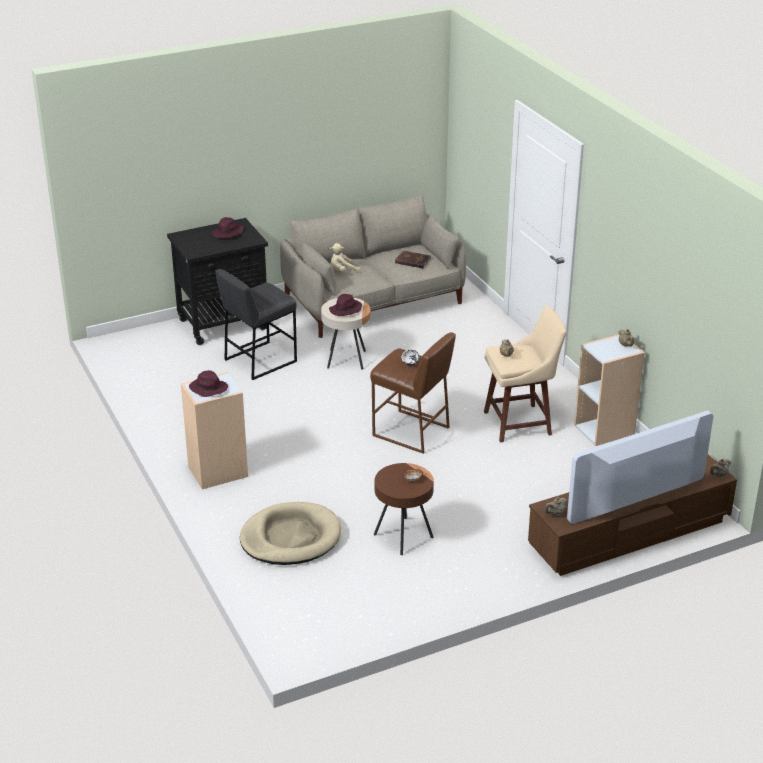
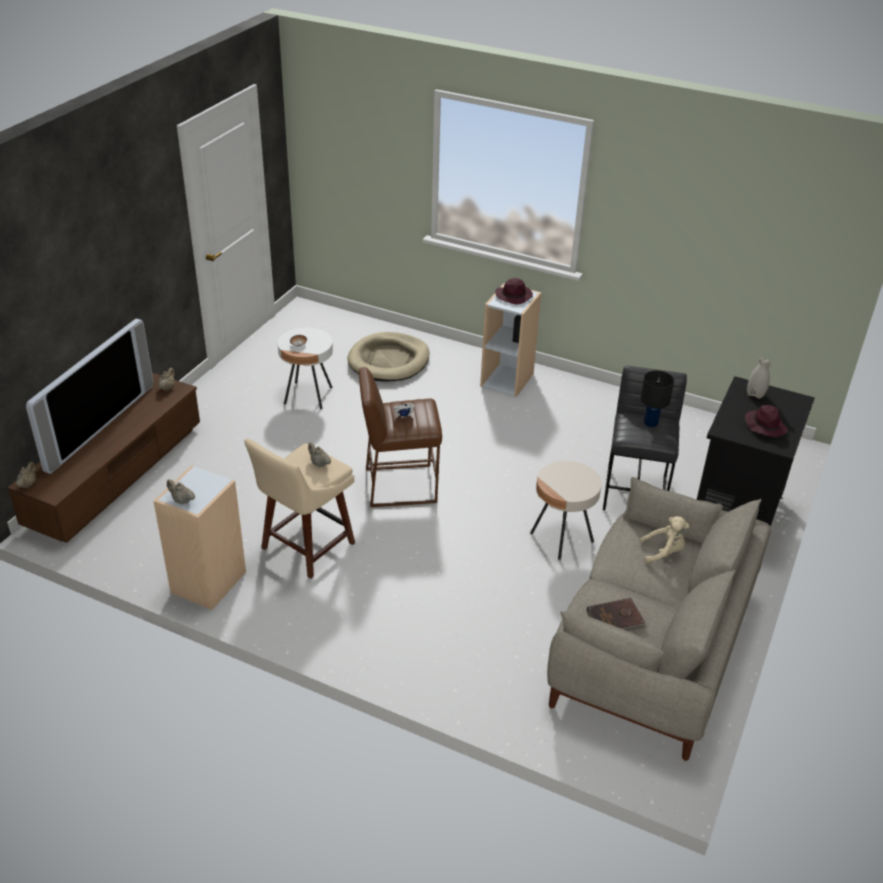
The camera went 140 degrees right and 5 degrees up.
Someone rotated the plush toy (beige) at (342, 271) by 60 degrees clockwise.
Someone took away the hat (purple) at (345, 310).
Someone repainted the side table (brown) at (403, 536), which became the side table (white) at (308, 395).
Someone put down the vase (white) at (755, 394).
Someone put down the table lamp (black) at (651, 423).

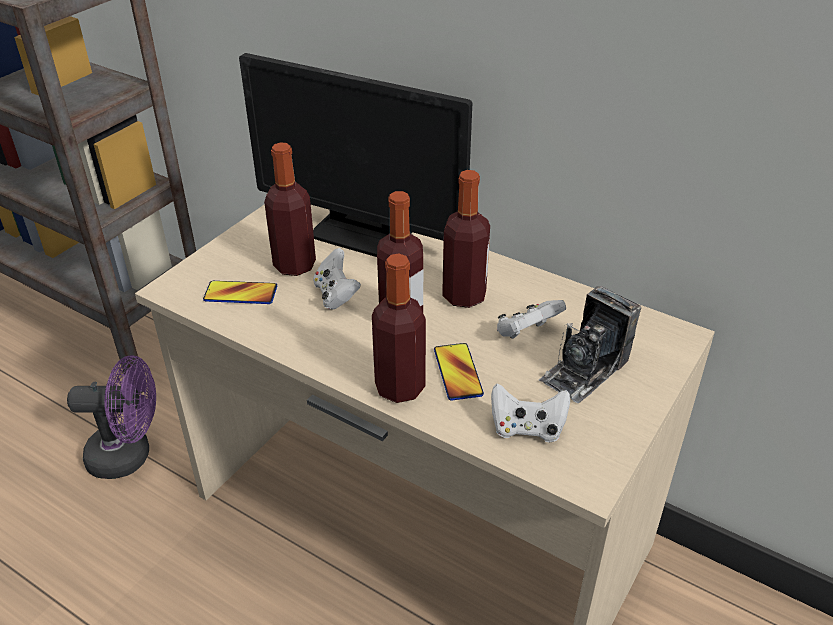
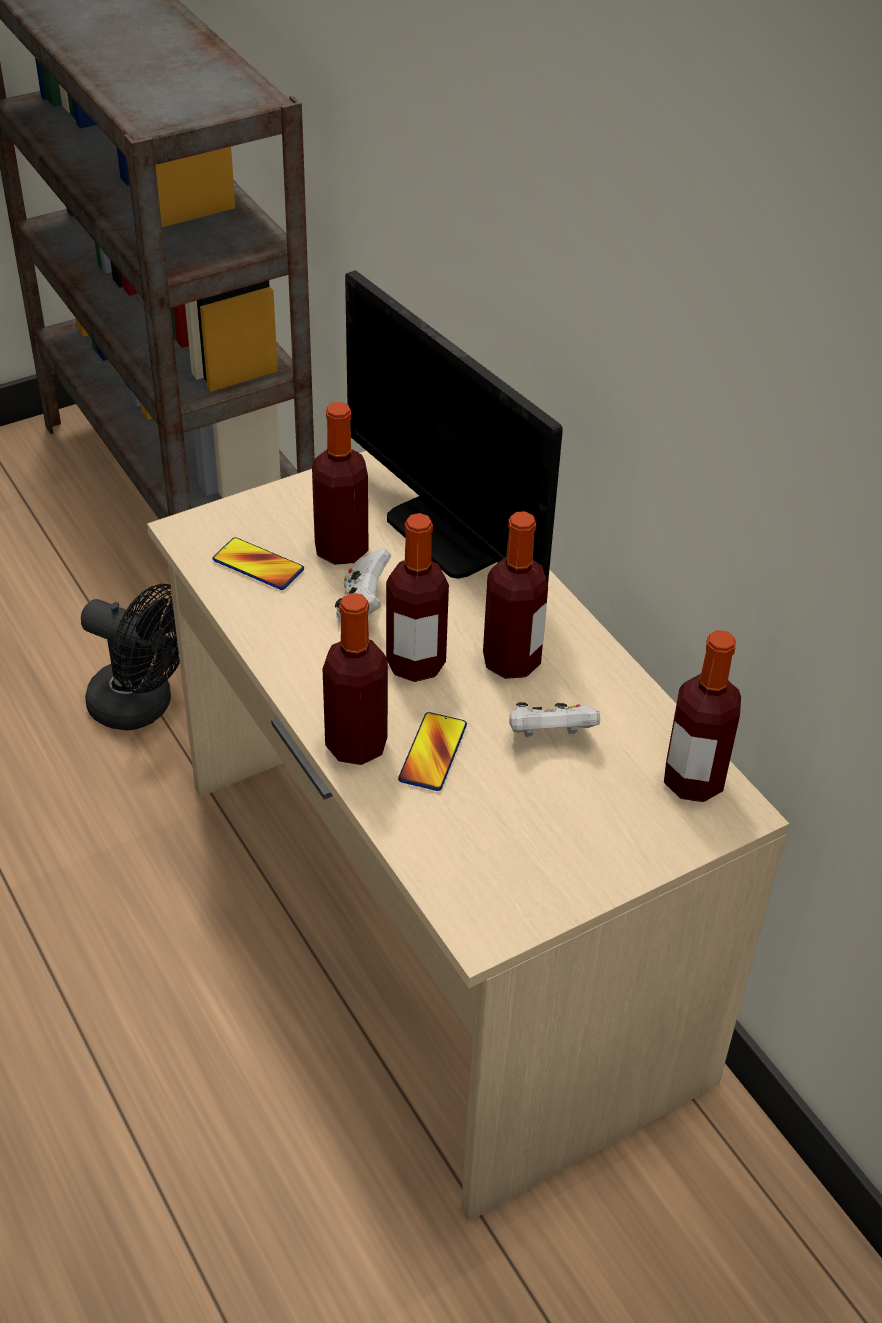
The camera went 25 degrees right and 5 degrees up.
Someone took away the photo camera at (585, 370).
Someone repainted the fan (purple) at (129, 455), which became the fan (black) at (142, 706).
Someone took away the game controller (white) at (527, 428).
Someone put down the bottle at (693, 781).

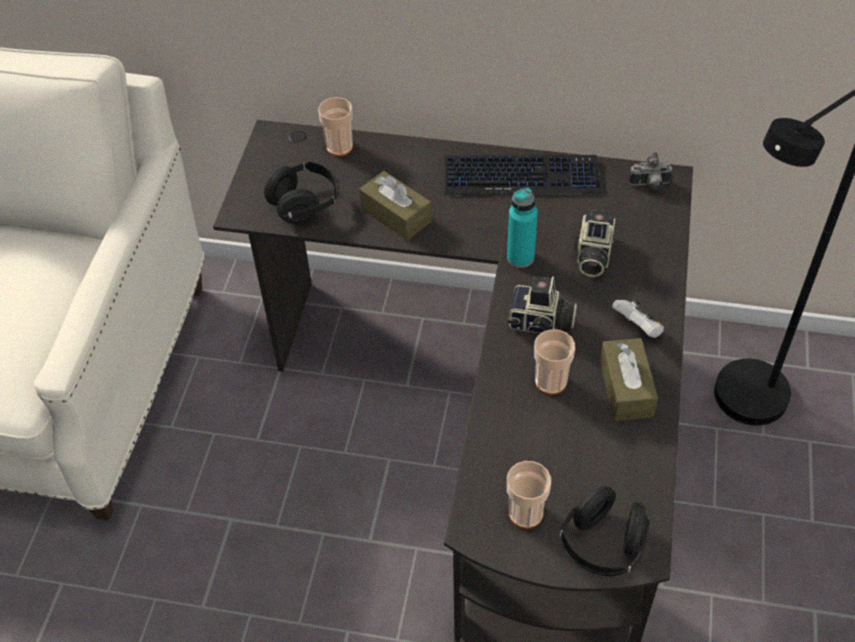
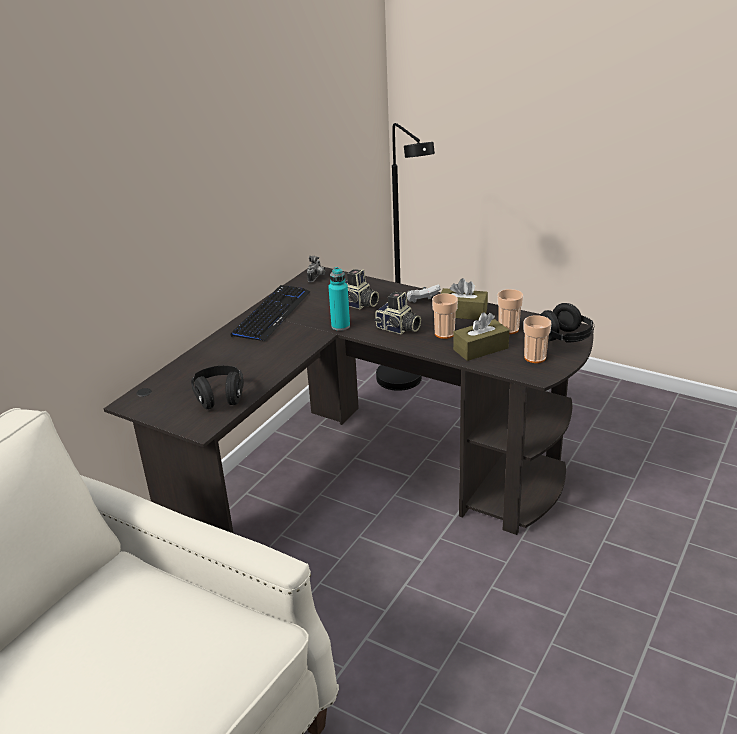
The camera went 70 degrees left and 20 degrees down.
Someone carried the cup from (339, 147) to (508, 329).
Someone carried the tissue box (brown) from (396, 215) to (480, 349).
Someone rotated the photo camera at (541, 323) by 90 degrees clockwise.

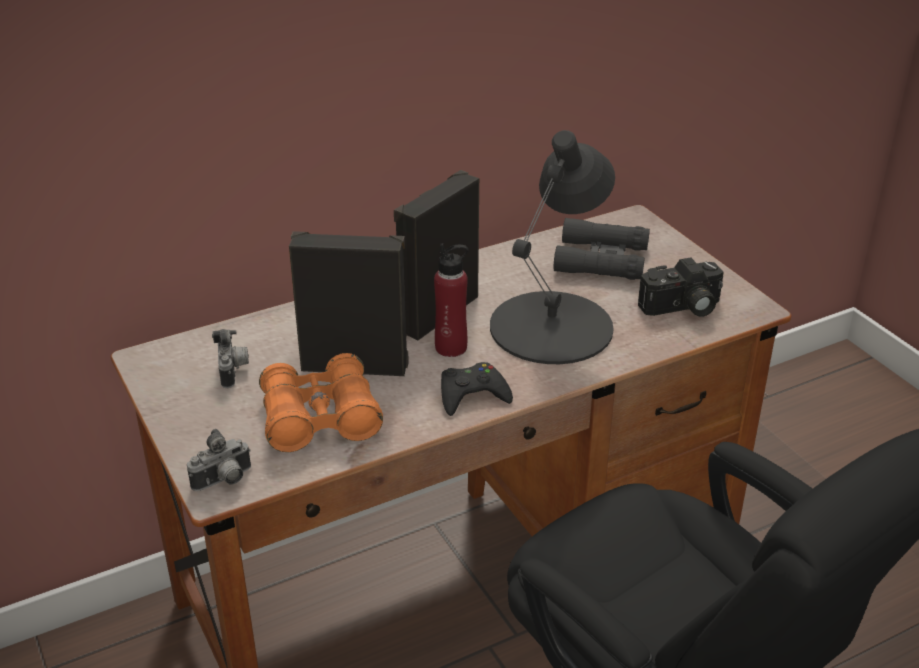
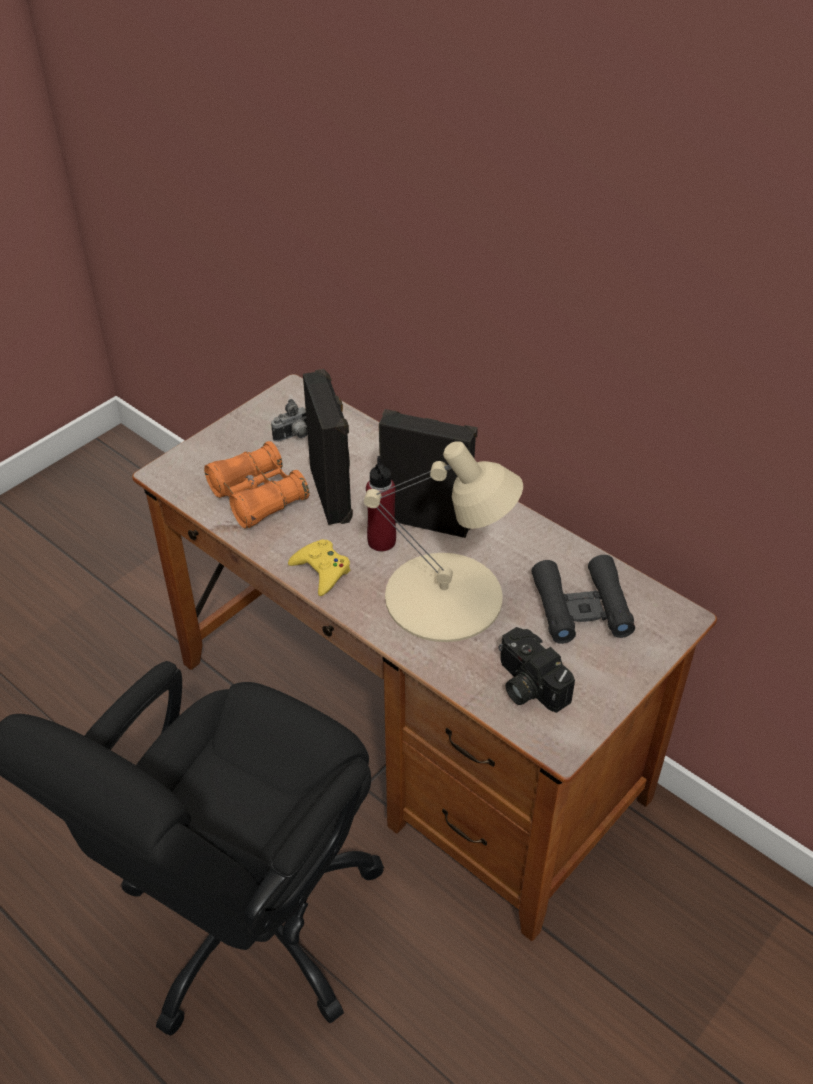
The camera went 70 degrees right and 10 degrees up.
Someone repainted the table lamp (black) at (553, 326), which became the table lamp (beige) at (445, 598).
Someone repainted the game controller (black) at (472, 395), which became the game controller (yellow) at (322, 570).
Someone took away the photo camera at (224, 481).

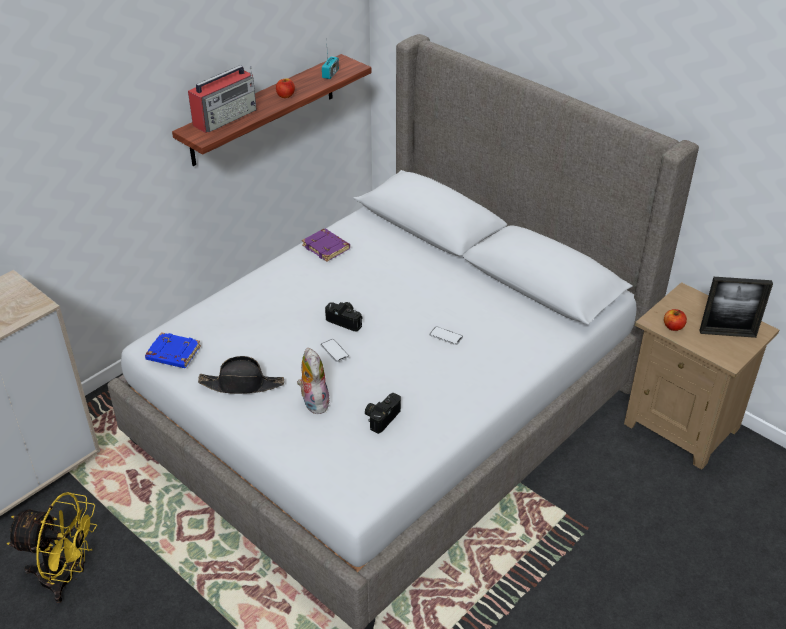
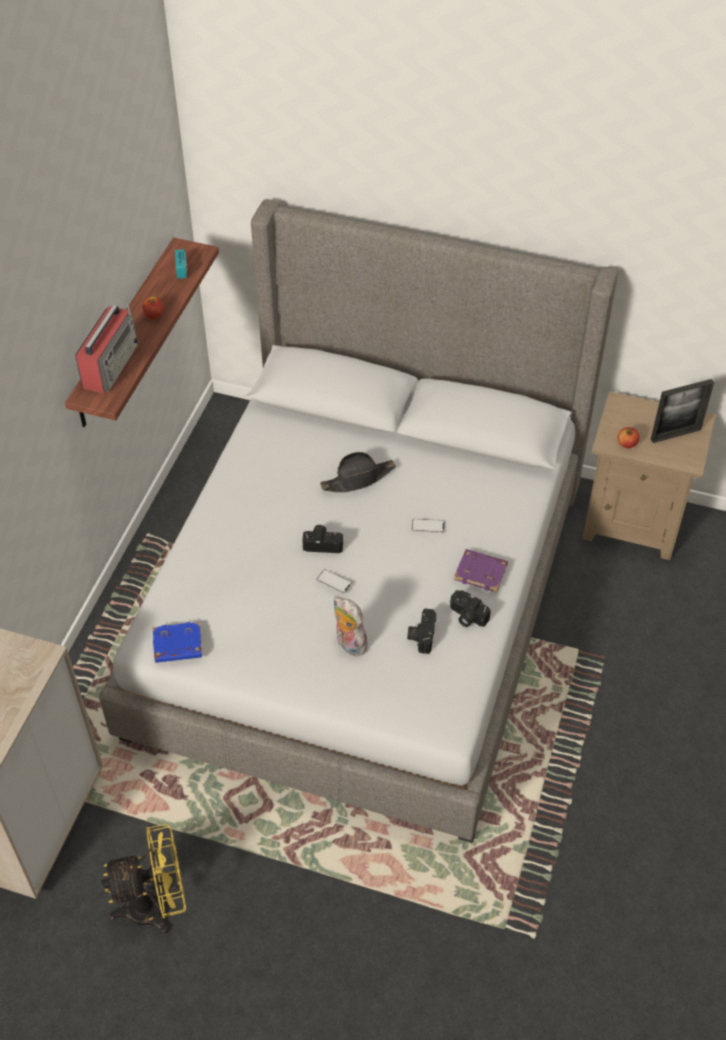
The camera went 25 degrees left and 10 degrees up.
Someone carried the book (purple) from (327, 247) to (481, 573).
Someone carried the hat (black) from (242, 384) to (358, 479).
Someone put down the photo camera at (466, 616).

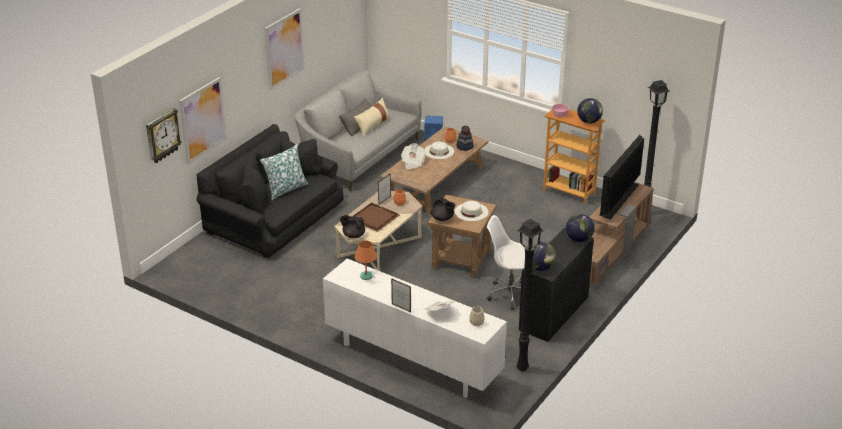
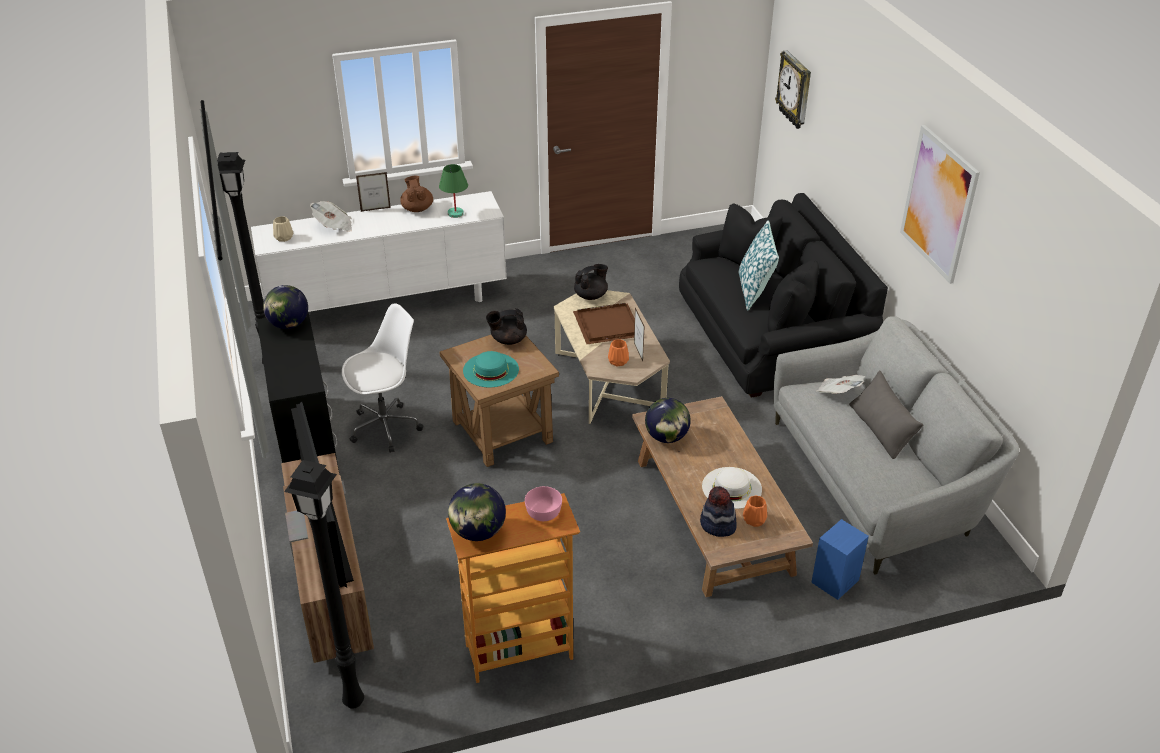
The camera went 130 degrees right and 5 degrees up.
Someone took away the picture at (202, 120).
Someone took away the pillow (beige) at (373, 125).
Someone carried the newspaper from (412, 162) to (838, 393).
Someone repainted the hat (white) at (471, 212), which became the hat (turquoise) at (491, 370).
Someone carried the globe from (579, 239) to (666, 437).
Someone repainted the table lamp (orange) at (366, 276), which became the table lamp (green) at (455, 213).
Someone put down the teapot (brown) at (417, 208).

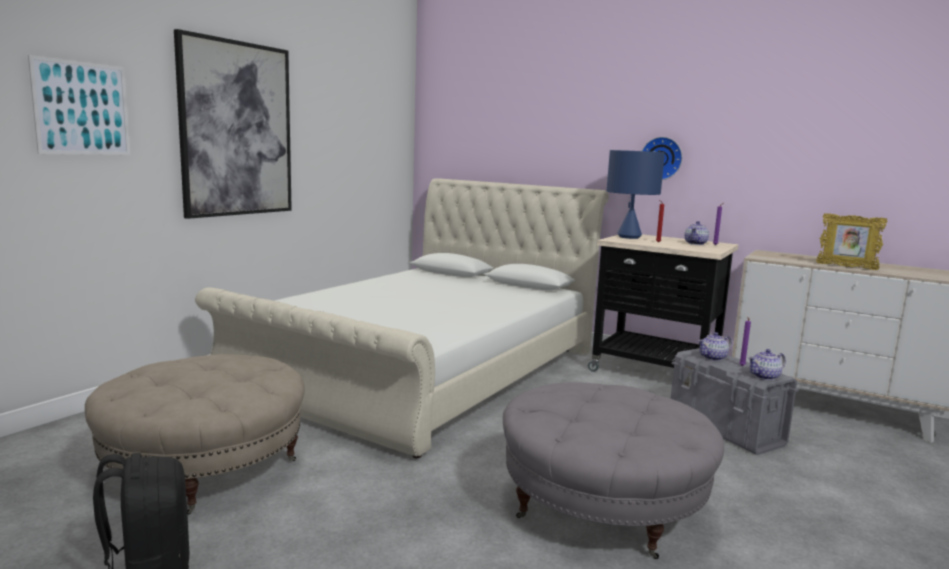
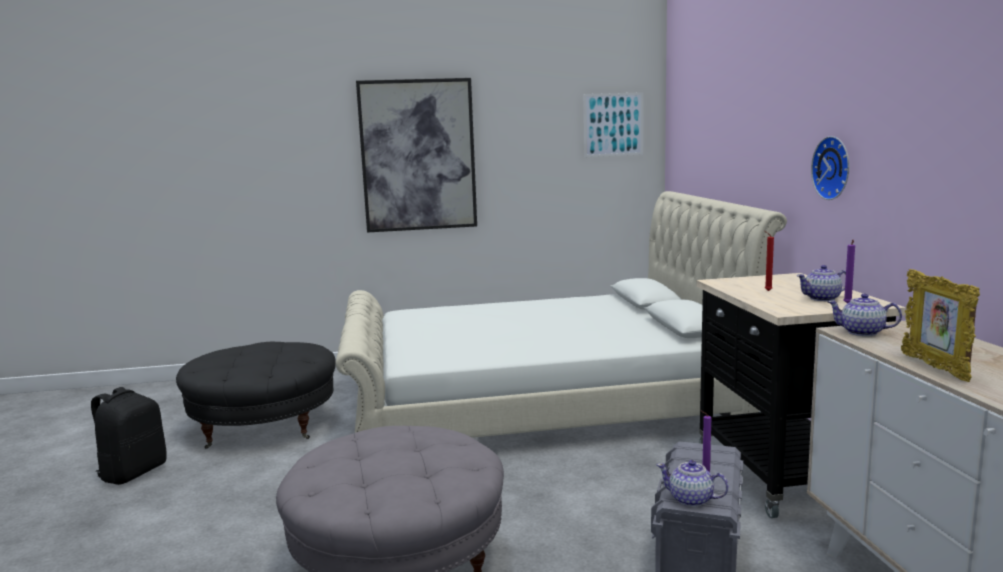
The camera went 50 degrees right and 0 degrees up.
Someone carried the picture from (82, 108) to (613, 124).
Someone took away the table lamp (blue) at (629, 237).
Someone carried the teapot from (713, 358) to (862, 332).
Someone repainted the ottoman (beige) at (205, 467), which became the ottoman (black) at (264, 425).

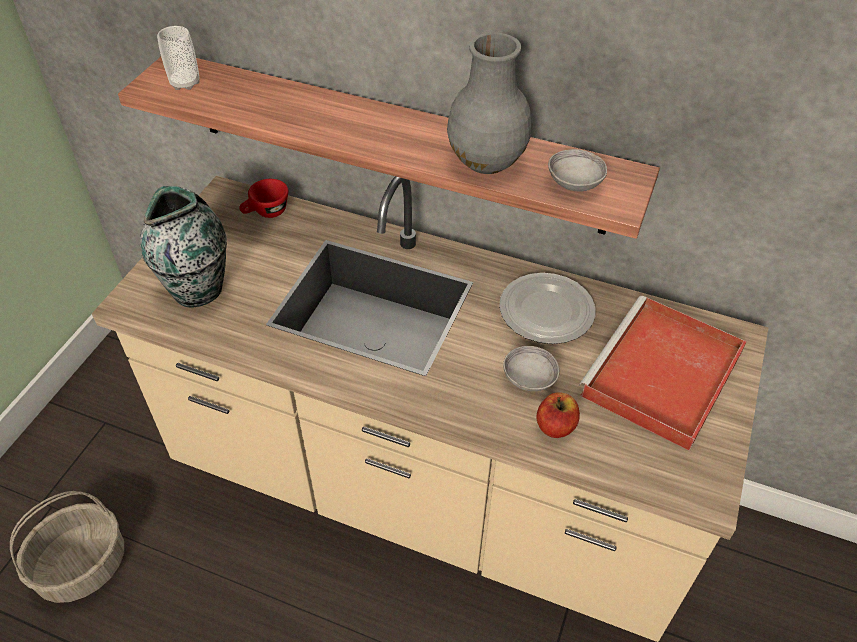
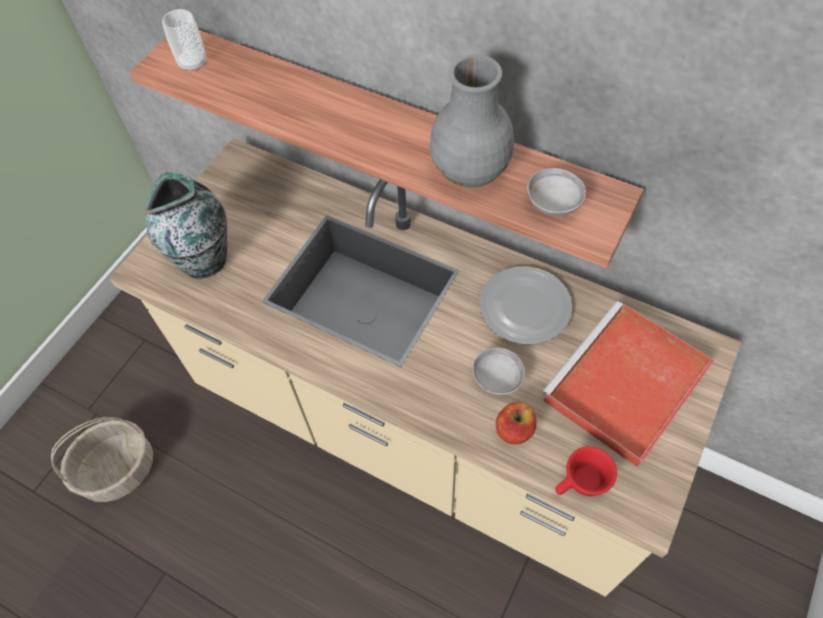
The camera went 10 degrees right and 10 degrees up.
Someone carried the cup (red) from (266, 213) to (580, 484).

